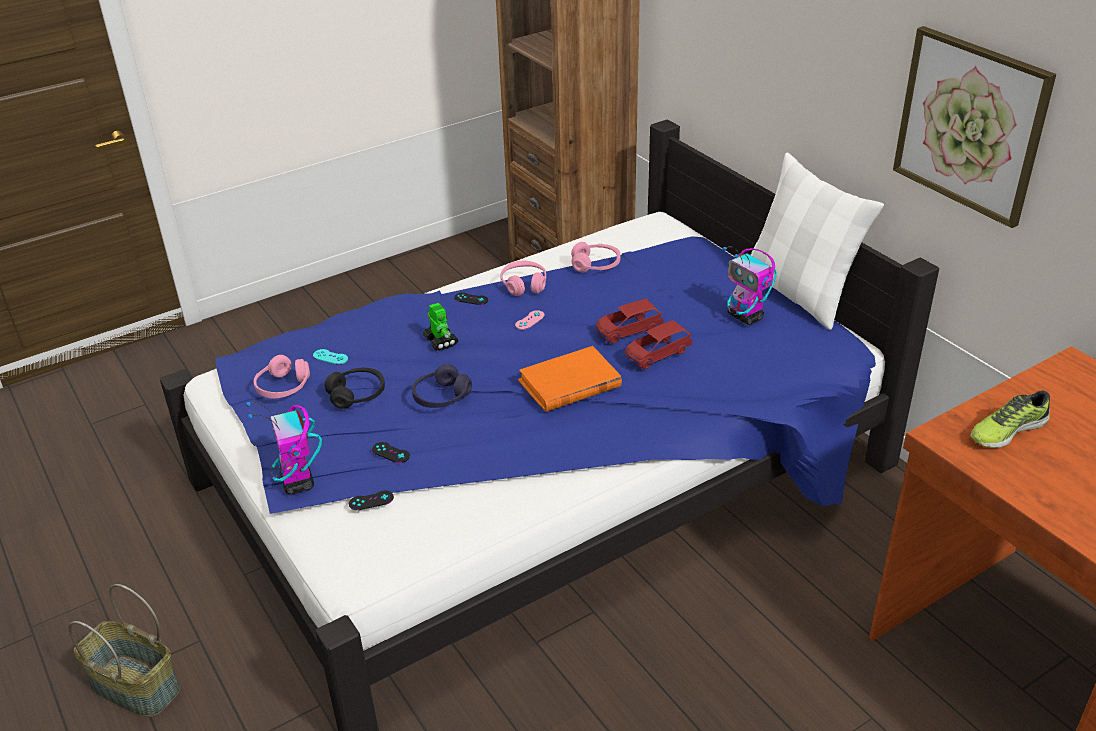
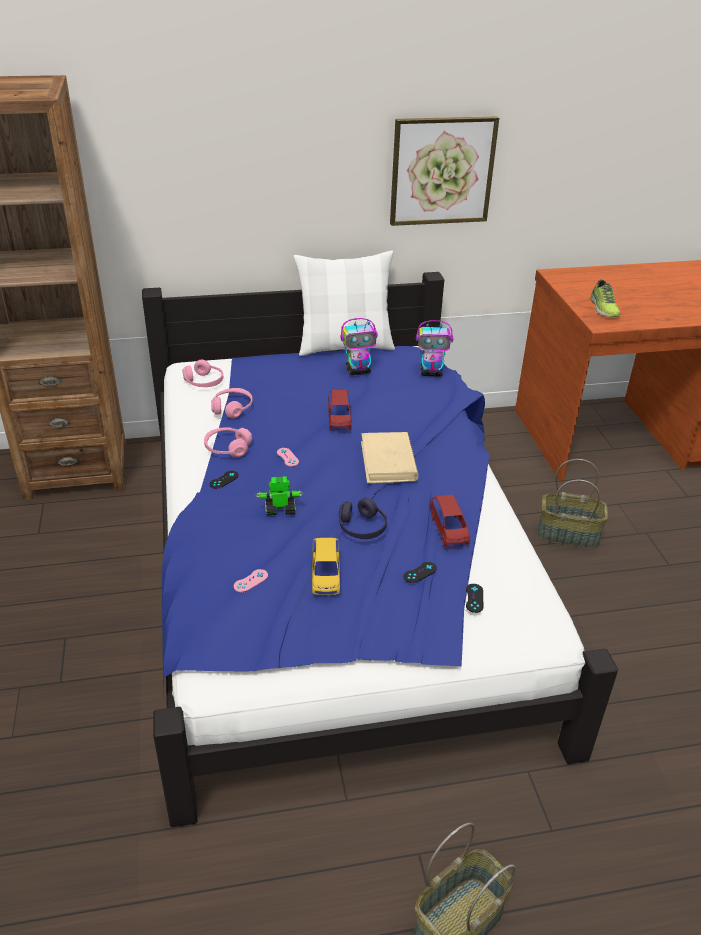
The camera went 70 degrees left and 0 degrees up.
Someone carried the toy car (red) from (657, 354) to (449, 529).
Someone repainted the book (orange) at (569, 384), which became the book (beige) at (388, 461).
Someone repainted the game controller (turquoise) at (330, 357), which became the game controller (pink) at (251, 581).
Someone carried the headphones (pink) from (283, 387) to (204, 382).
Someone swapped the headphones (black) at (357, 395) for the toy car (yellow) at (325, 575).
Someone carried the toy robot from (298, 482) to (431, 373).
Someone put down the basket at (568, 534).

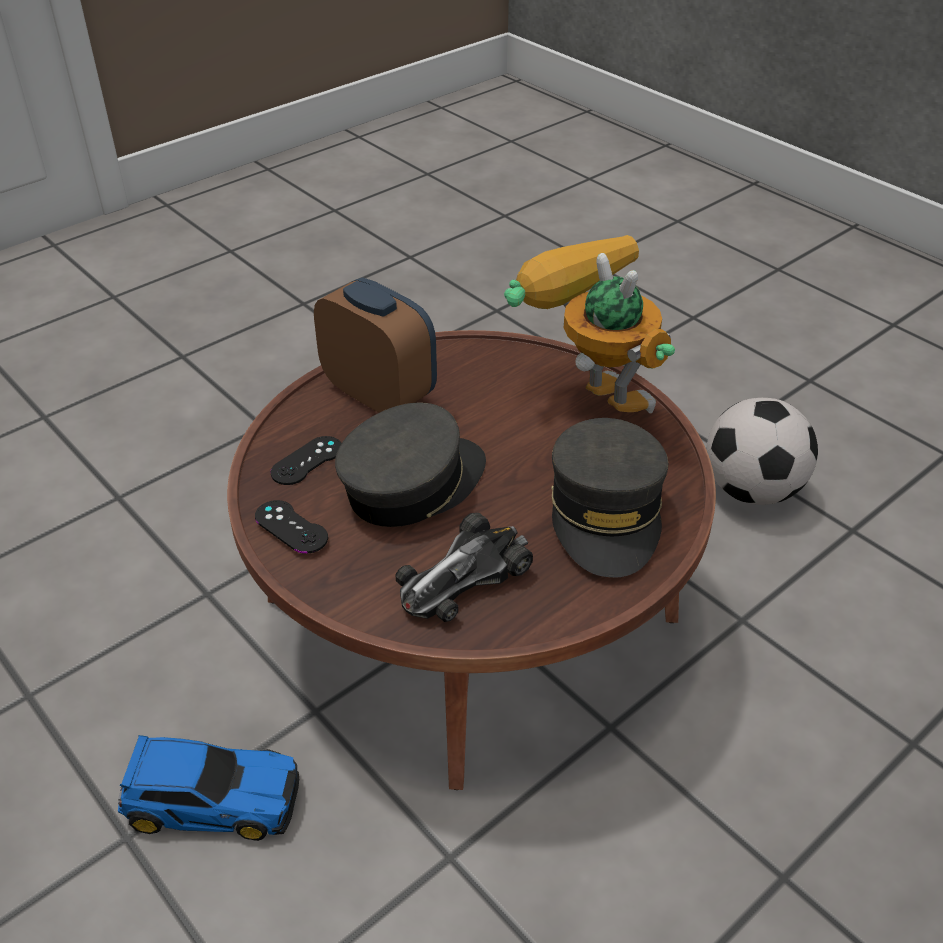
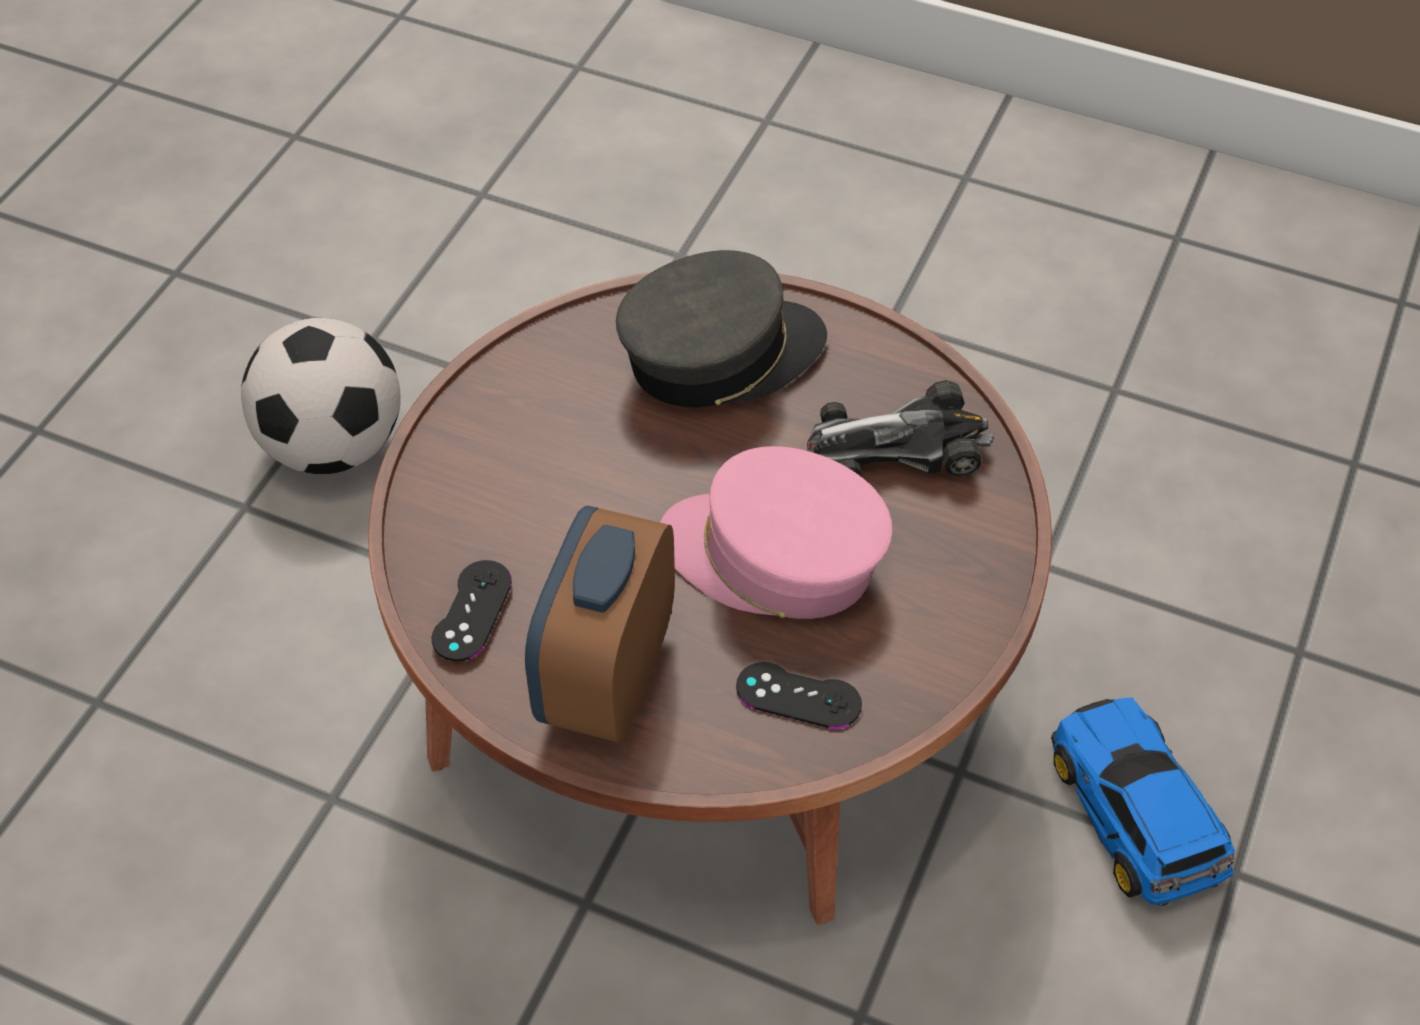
The camera went 115 degrees left and 10 degrees up.
Someone took away the toy robot at (587, 394).
Someone repainted the cap (grey) at (413, 484), which became the cap (pink) at (774, 558).
Someone carried the game controller (black) from (291, 527) to (472, 611).
Someone rotated the toy car at (463, 575) by 150 degrees clockwise.

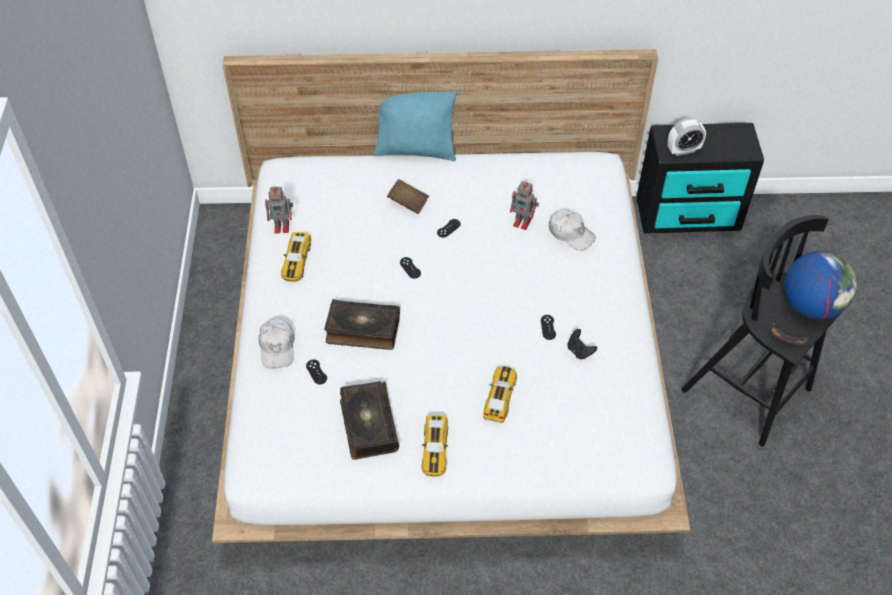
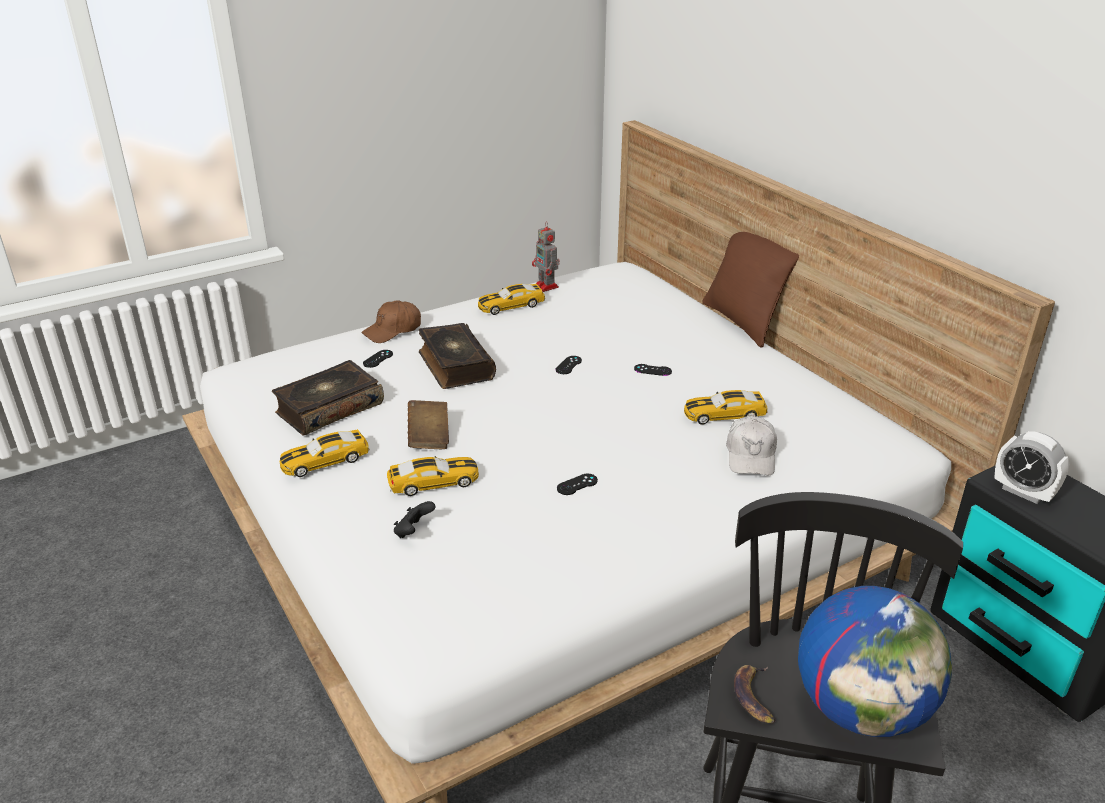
The camera went 60 degrees right and 20 degrees down.
Someone repainted the pillow (turquoise) at (416, 150), which became the pillow (brown) at (743, 322).
Someone carried the book (brown) from (408, 203) to (429, 437).
Someone swapped the toy robot at (523, 222) for the toy car at (724, 414).
Someone repainted the cap (white) at (277, 347), which became the cap (brown) at (393, 330).
Someone carried the game controller (black) from (579, 351) to (413, 531).

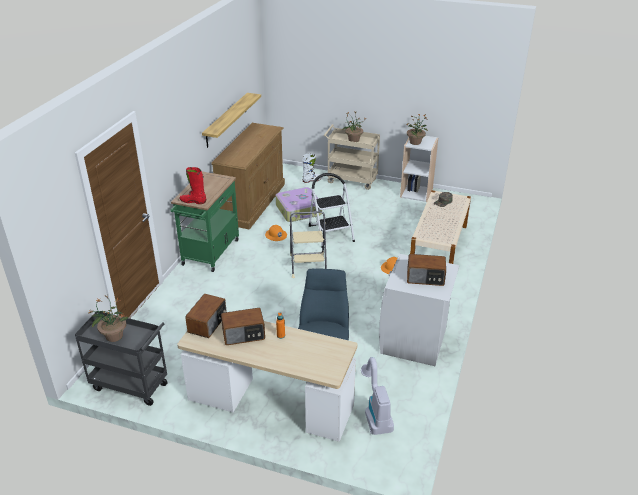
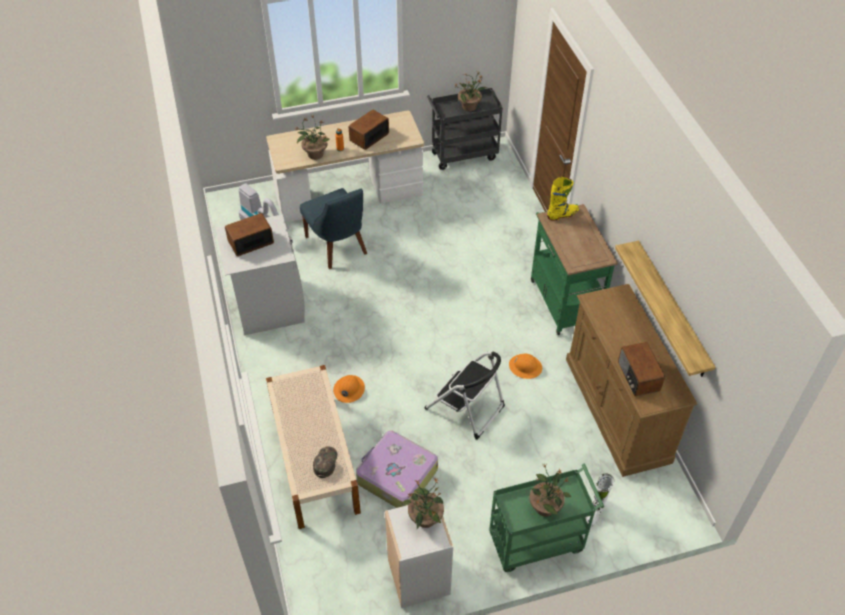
The camera went 145 degrees right and 15 degrees up.
Someone repainted the cart (beige) at (350, 181), which became the cart (green) at (538, 545).
Someone repainted the boot (red) at (193, 201), which became the boot (yellow) at (562, 215).
Someone carried the suitcase from (299, 210) to (396, 476).
Someone took away the step ladder (beige) at (308, 264).
Someone carried the radio from (208, 323) to (637, 377).
Someone put down the potted plant at (315, 154).

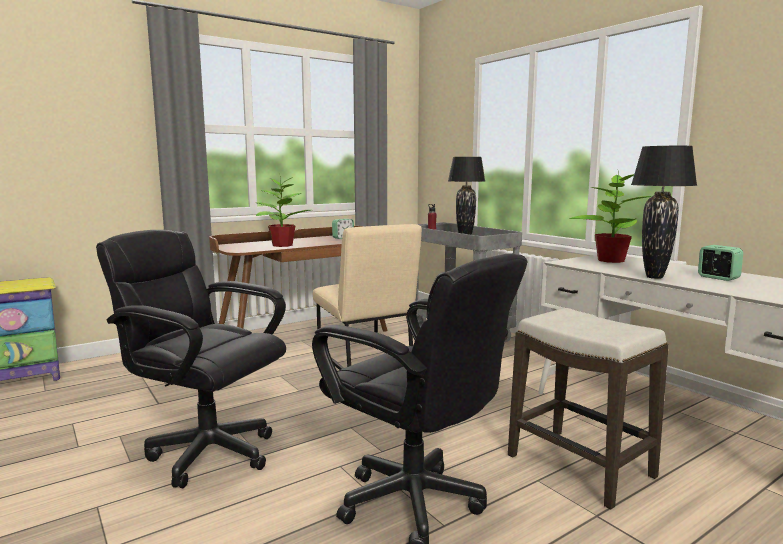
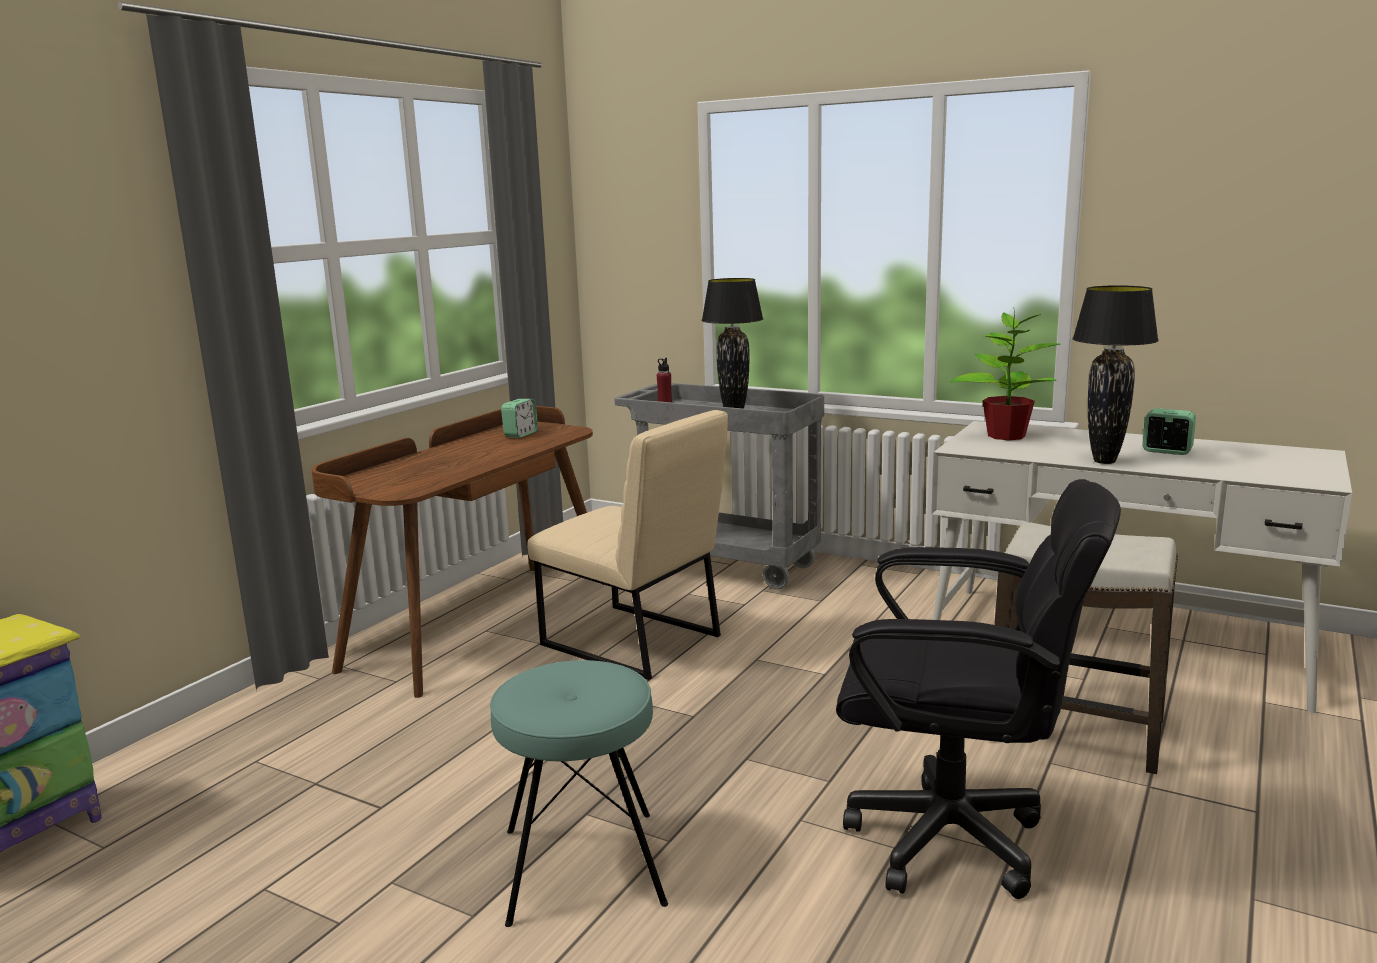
The camera went 25 degrees left and 5 degrees up.
Someone took away the potted plant at (281, 245).
Someone swapped the office chair (black) at (205, 455) for the stool (turquoise) at (583, 866).

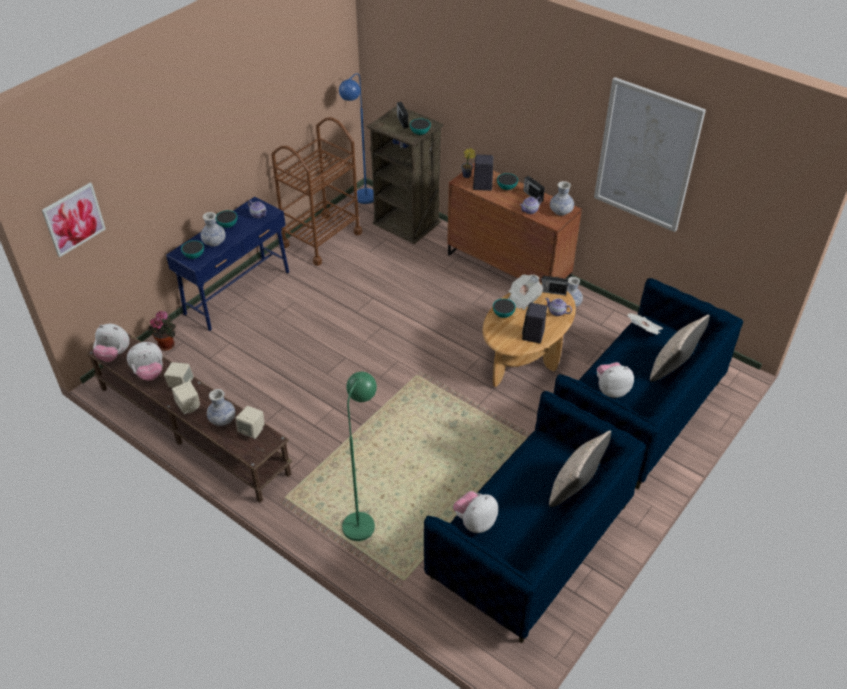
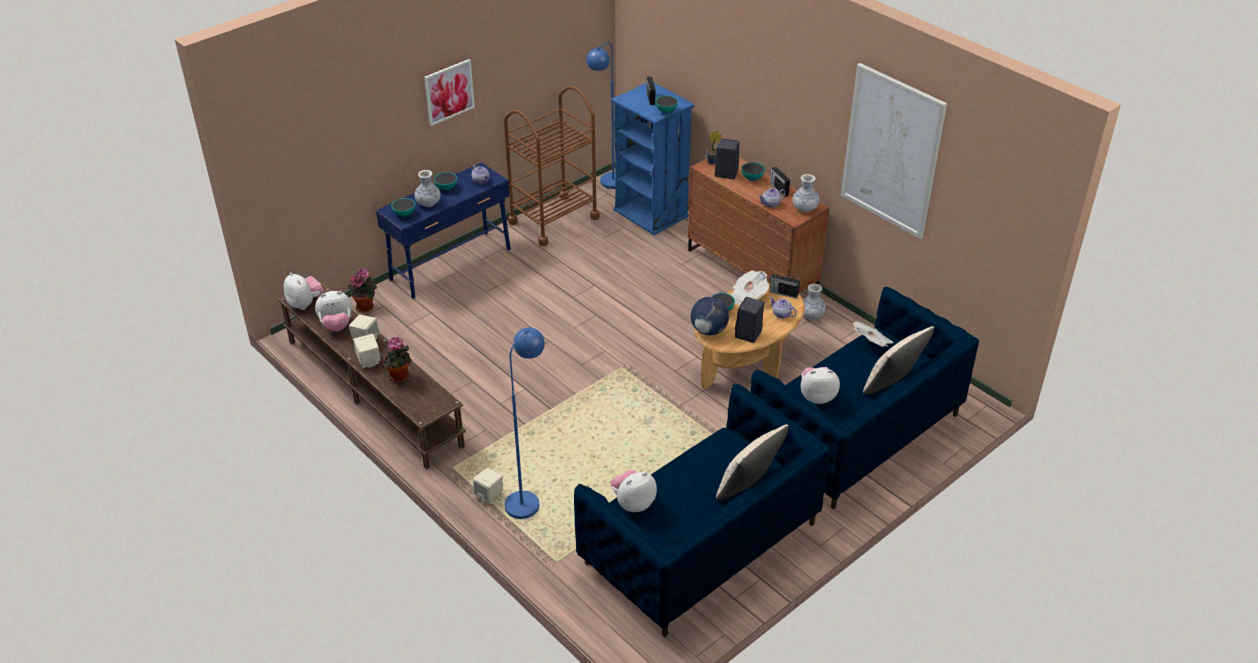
The camera went 10 degrees right and 5 degrees down.
Someone repainted the bookcase (brown) at (407, 223), which became the bookcase (blue) at (651, 213).
Someone carried the picture from (74, 219) to (449, 92).
Someone rotated the plush toy at (114, 354) by 150 degrees counterclockwise.
Someone repainted the floor lamp (green) at (362, 519), which became the floor lamp (blue) at (528, 499).
Someone swapped the vase at (222, 419) for the potted plant at (400, 377).
Someone carried the speaker (beige) from (252, 431) to (489, 495).
Someone put down the globe at (709, 330).

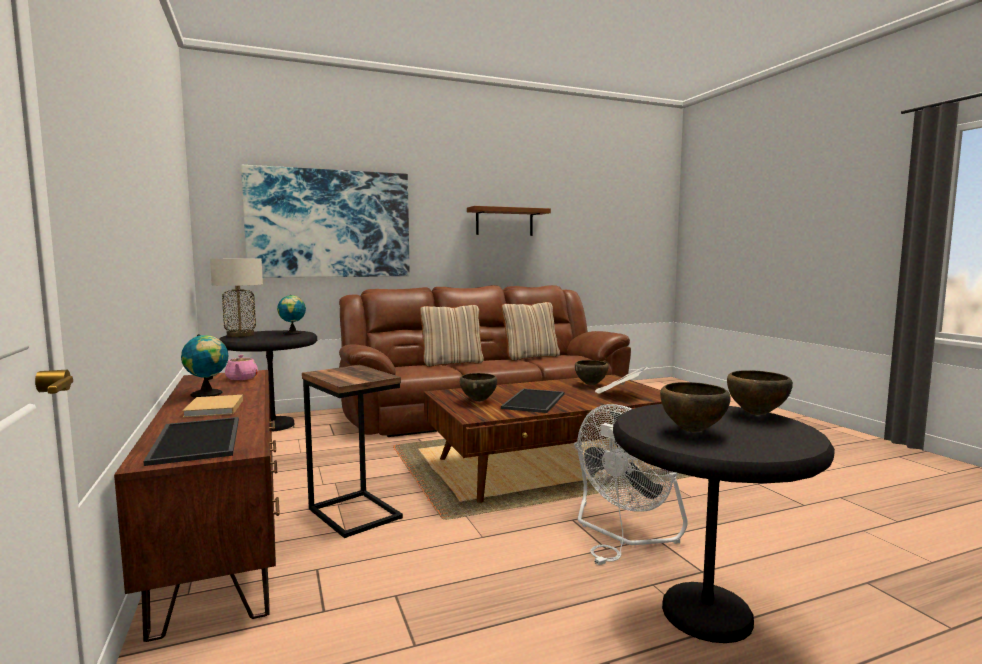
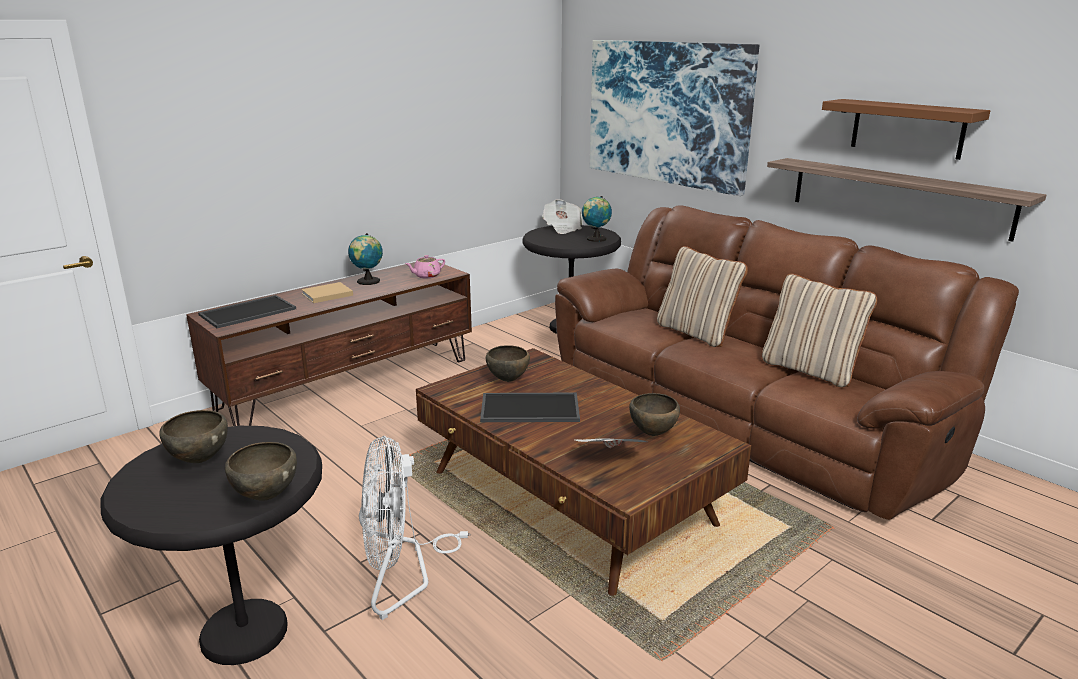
The camera went 70 degrees right and 15 degrees up.
Someone swapped the table lamp at (240, 335) for the newspaper at (562, 228).
Someone took away the side table at (356, 513).
Someone rotated the fan (white) at (617, 531) by 135 degrees clockwise.
Someone put up the shelf at (898, 197).

